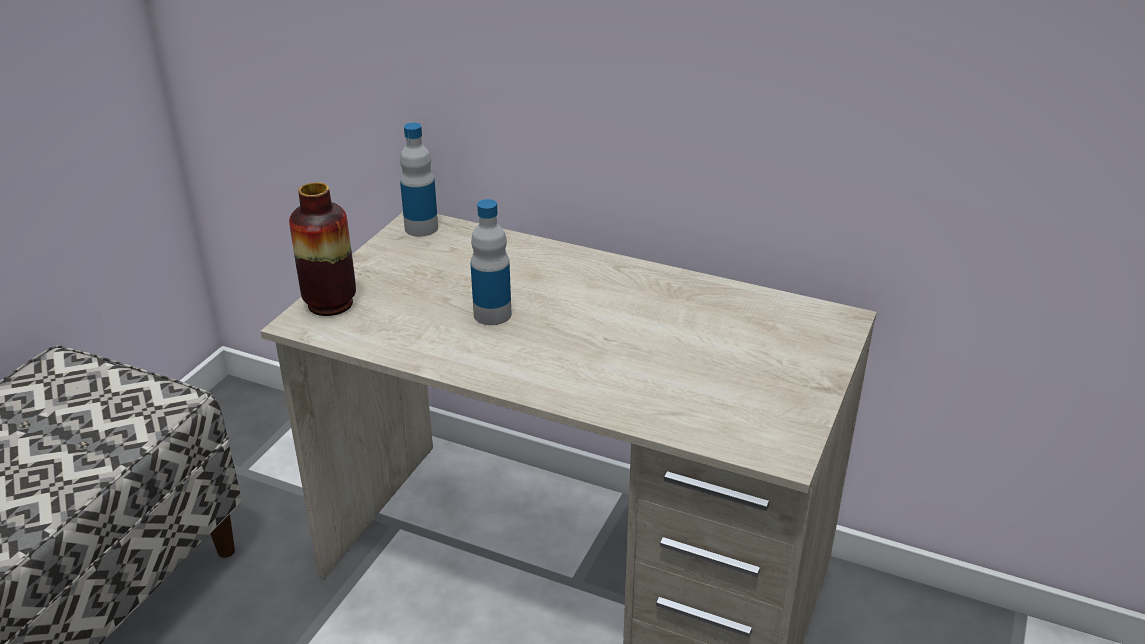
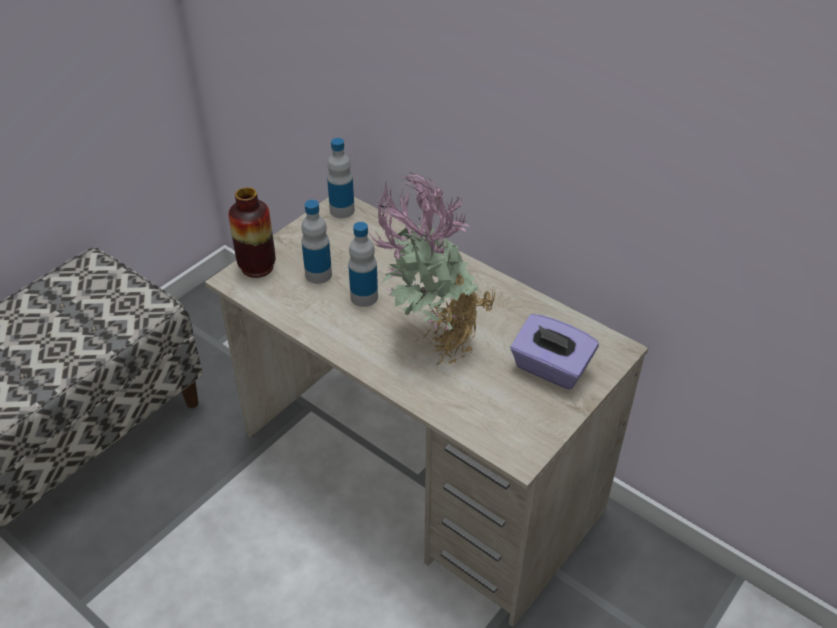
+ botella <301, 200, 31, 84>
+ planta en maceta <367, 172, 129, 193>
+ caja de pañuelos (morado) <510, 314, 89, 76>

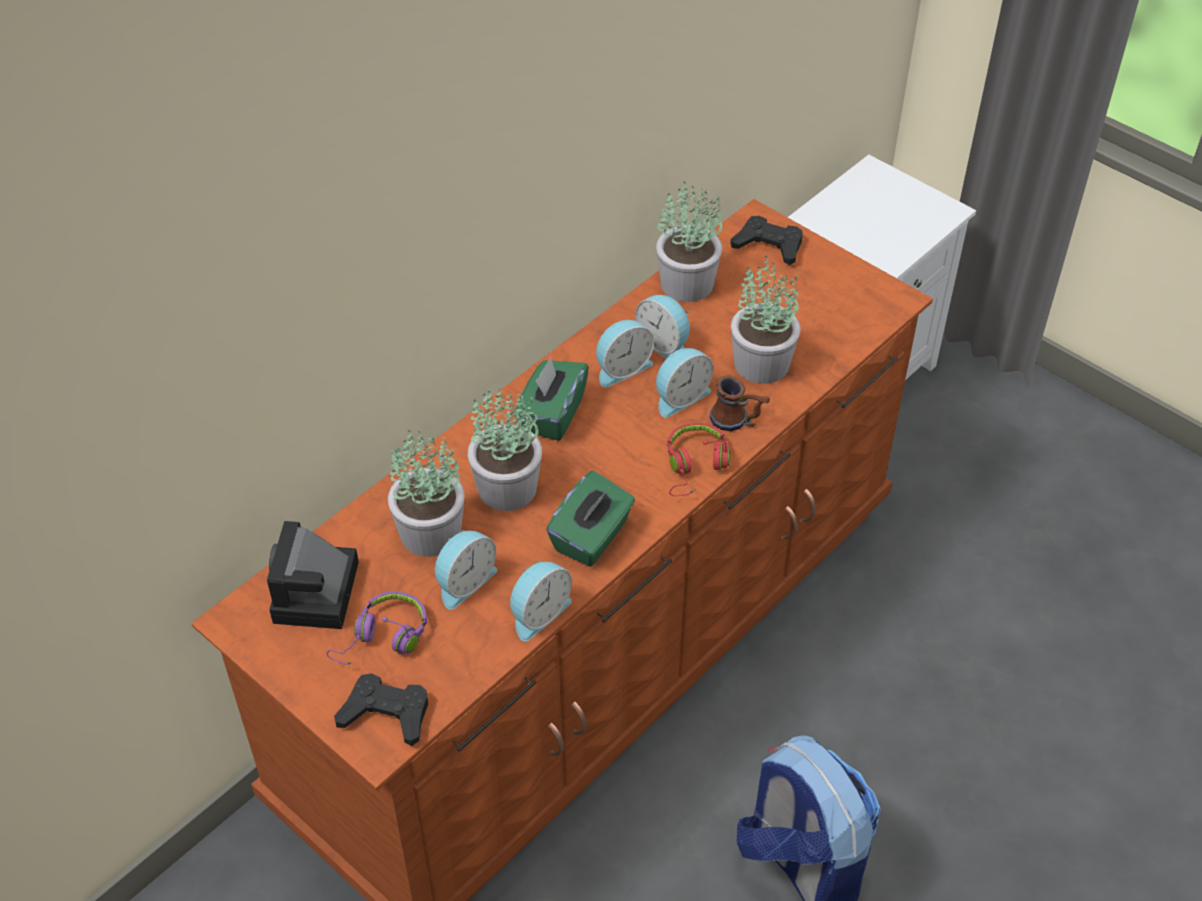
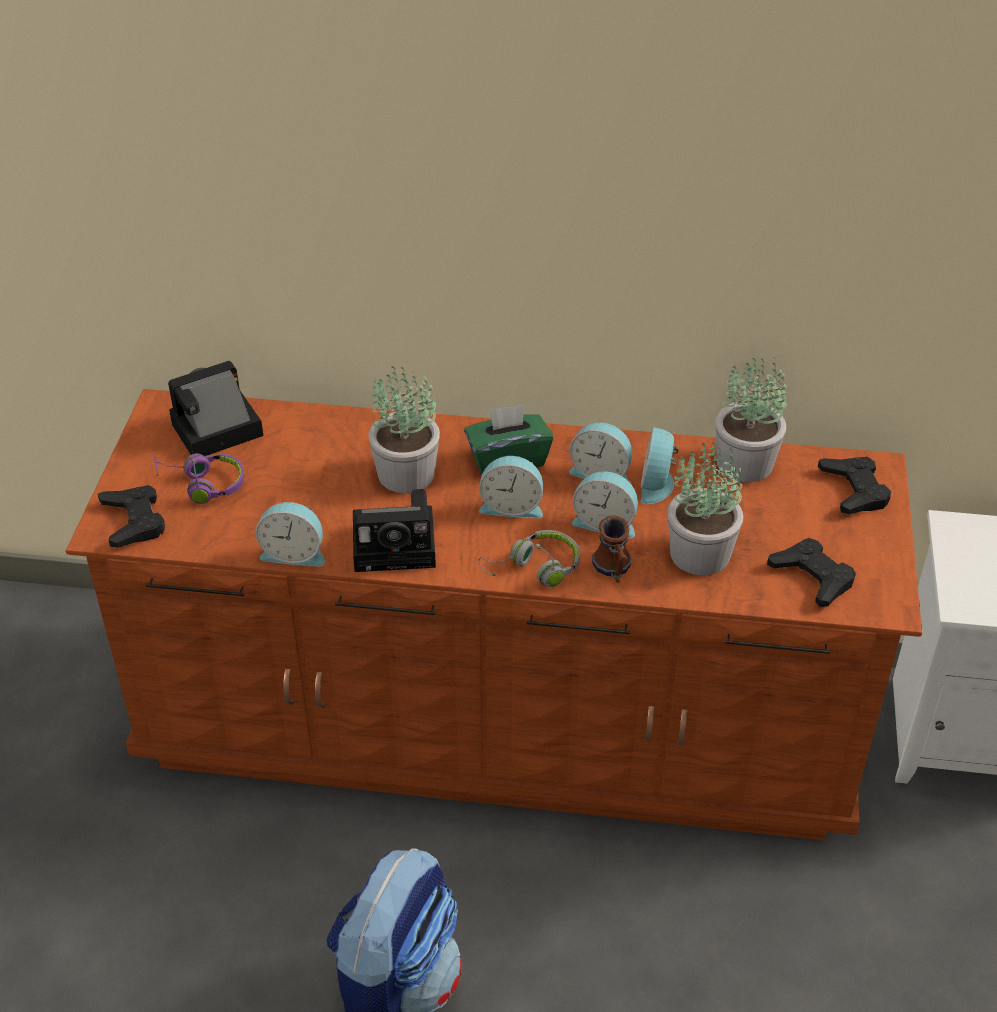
- planta en maceta <388, 430, 77, 127>
+ mando de consola (negro) <767, 538, 89, 69>
~ despertador <435, 530, 62, 80> to <479, 456, 64, 62>
~ caja de pañuelos (verde) <546, 471, 89, 95> to cámara <353, 489, 83, 83>
~ auriculares (rojo) <667, 423, 63, 73> to auriculares (gris) <478, 530, 102, 57>

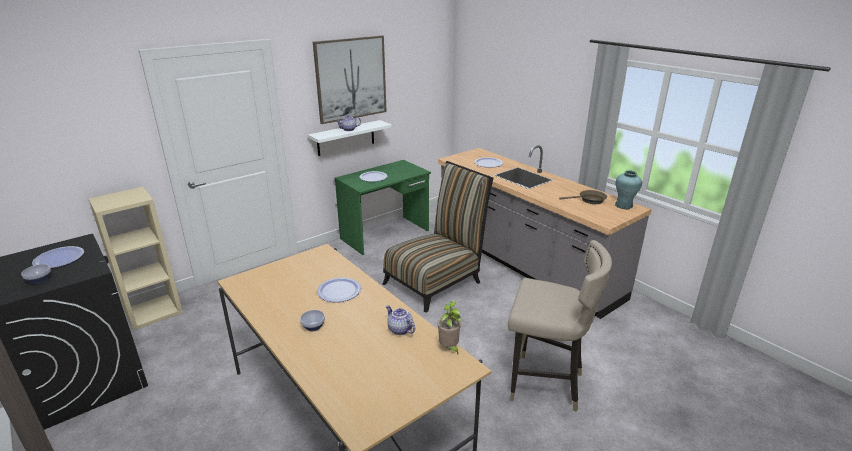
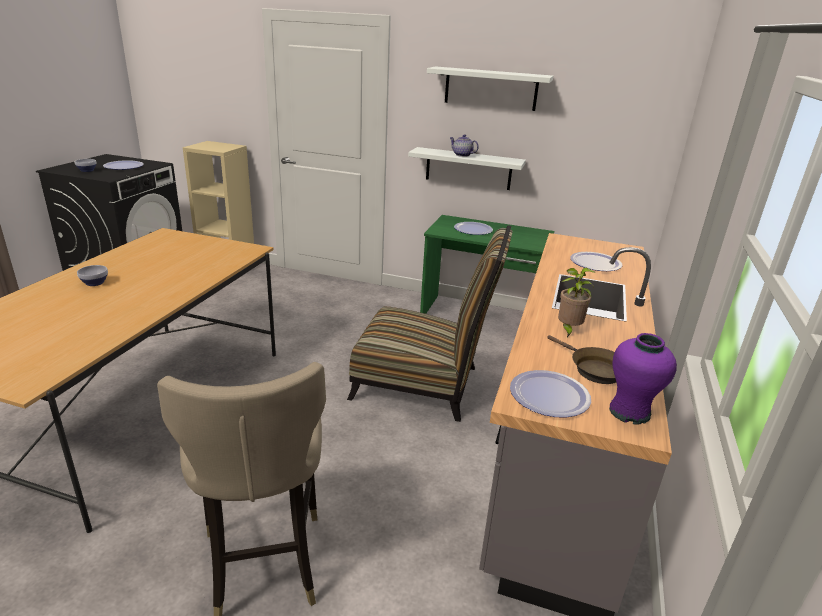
- tetera <386, 305, 29, 30>
~ plato <317, 277, 44, 25> to <510, 370, 81, 48>
~ planta en maceta <438, 301, 23, 53> to <558, 268, 38, 69>
~ cuadro <313, 35, 74, 89> to estante (blanco) <427, 67, 126, 44>
~ florero (turquesa) <615, 170, 27, 39> to florero (morado) <609, 333, 68, 92>

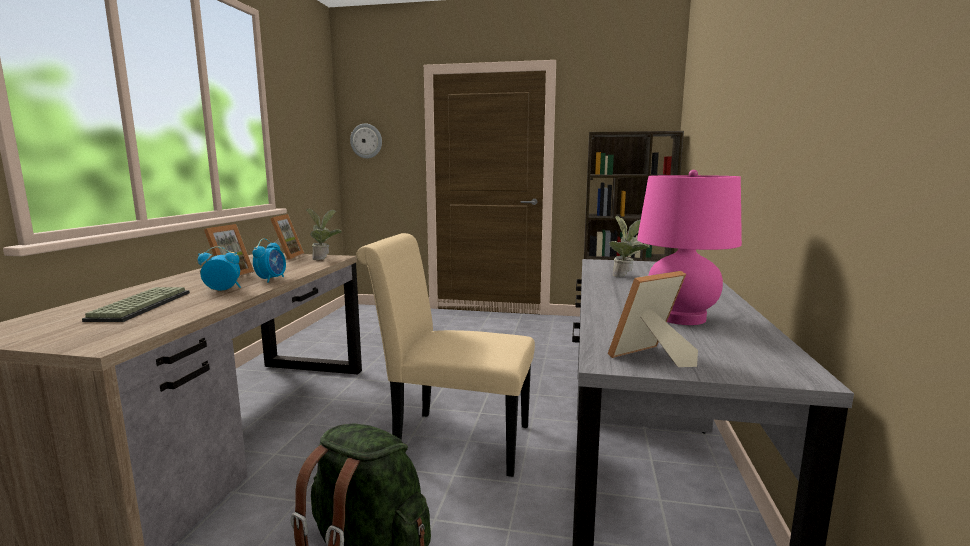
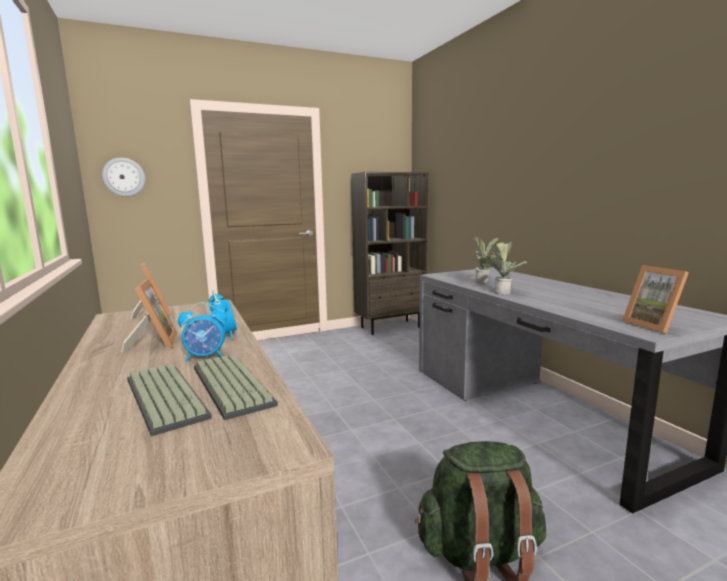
- silla (beis) <356, 233, 179, 244>
- lámpara de mesa (rosa) <637, 170, 105, 155>
+ teclado <194, 354, 84, 66>
~ planta en maceta <306, 209, 36, 51> to <485, 242, 42, 52>
~ despertador <198, 246, 43, 45> = <178, 302, 49, 60> 150 degrees counterclockwise
~ portarretratos <608, 271, 90, 96> = <622, 265, 67, 69> 45 degrees counterclockwise

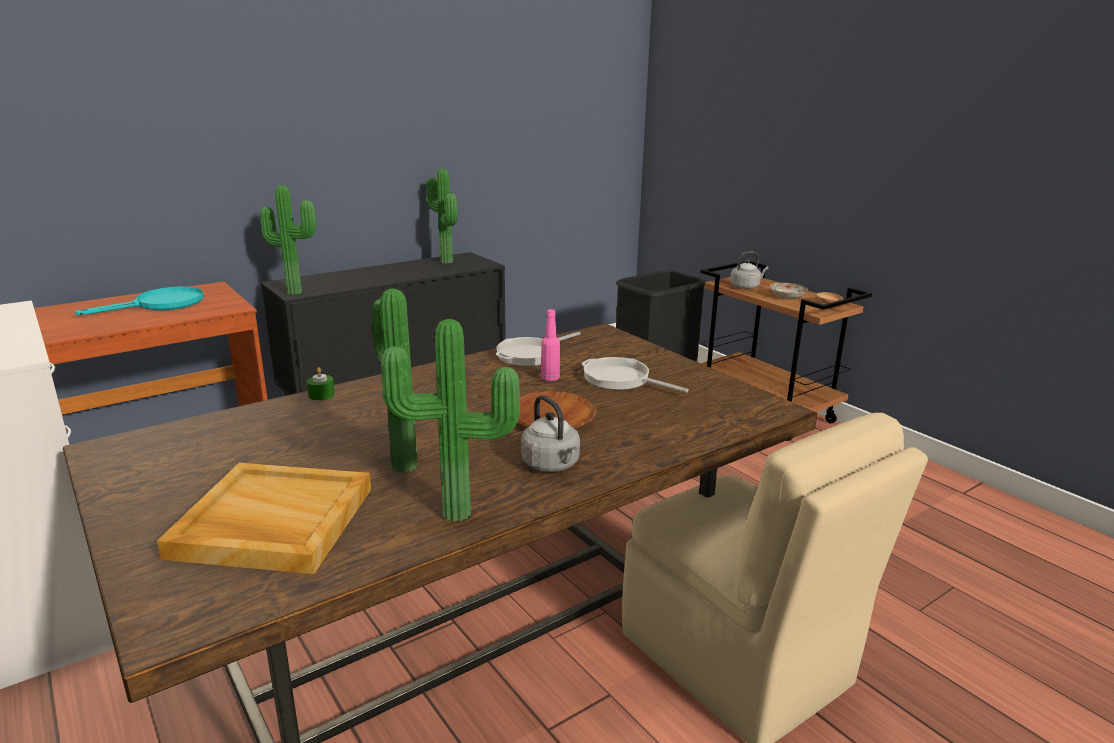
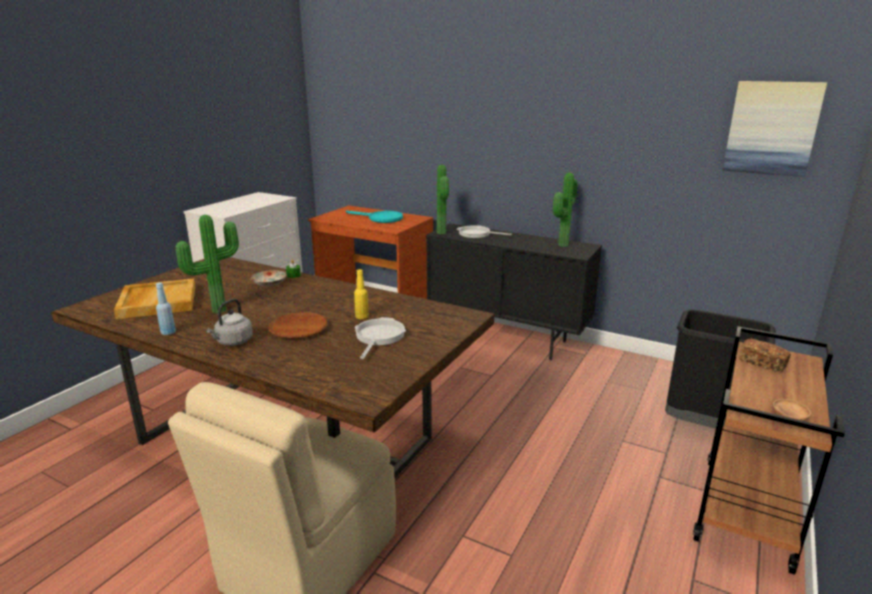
+ cuadro <722, 81, 105, 96>
~ sartén <496, 332, 85, 34> to <457, 225, 55, 13>
~ plato <770, 283, 38, 16> to <251, 270, 36, 17>
~ planta en maceta <381, 319, 139, 203> to botella (azul) <156, 282, 20, 53>
~ hervidor (gris) <730, 252, 39, 37> to pan <739, 339, 52, 33>
~ botella (rosa) <541, 309, 19, 72> to botella (amarillo) <354, 269, 15, 51>

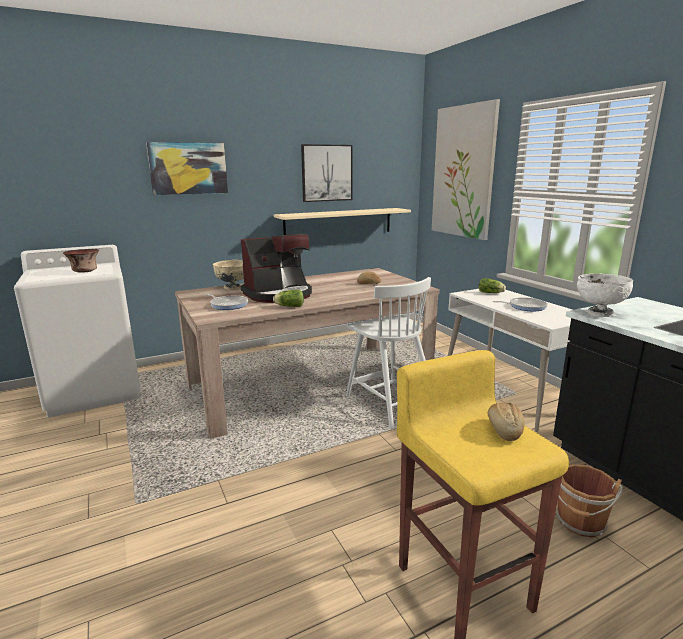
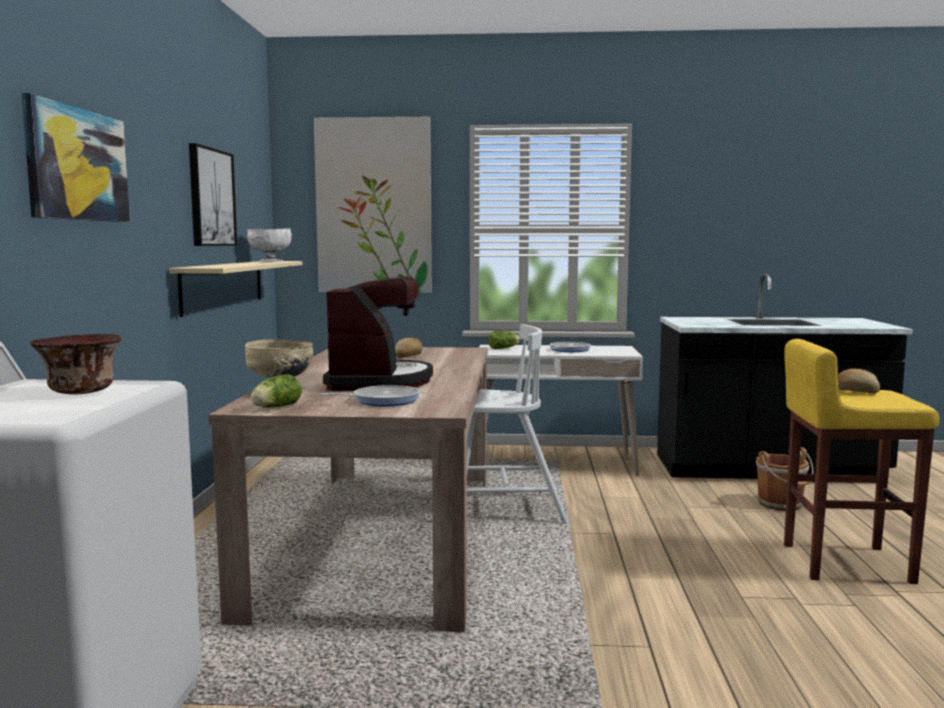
~ lechuga <273, 290, 31, 17> to <250, 374, 52, 34>
~ cuenco (blanco) <577, 274, 56, 43> to <247, 228, 45, 34>

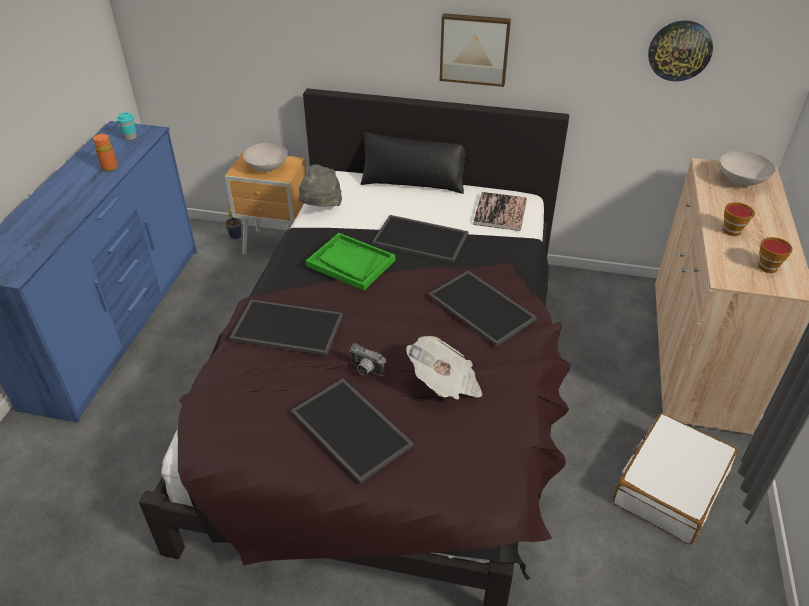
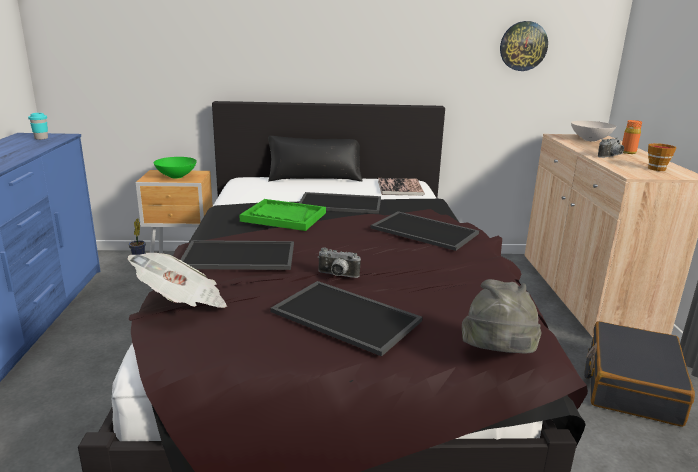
- cuadro <440, 13, 71, 74>
~ botella (naranja) <93, 134, 25, 38> to <622, 120, 20, 34>
~ sombrero (gris) <299, 164, 43, 43> to <462, 279, 79, 75>
~ periódico <406, 336, 77, 64> to <128, 253, 99, 55>
~ taza <723, 202, 32, 34> to cámara <598, 138, 26, 20>
~ cuenco (blanco) <243, 143, 45, 29> to cuenco (verde) <153, 157, 44, 22>
~ maleta (blanco) <613, 413, 124, 132> to maleta (negro) <584, 321, 111, 106>

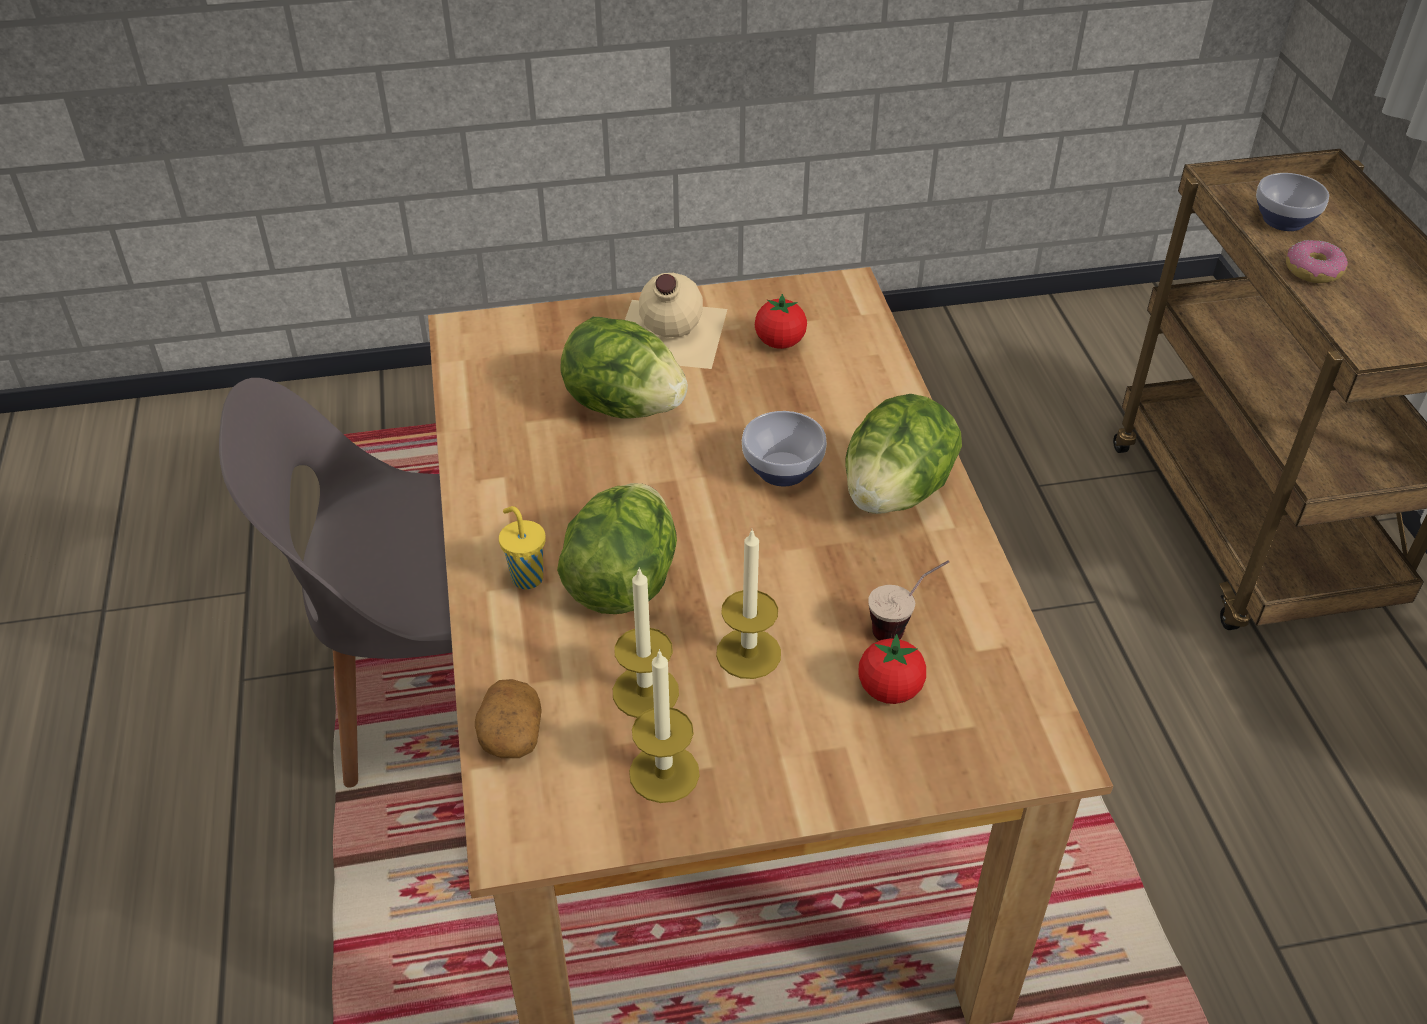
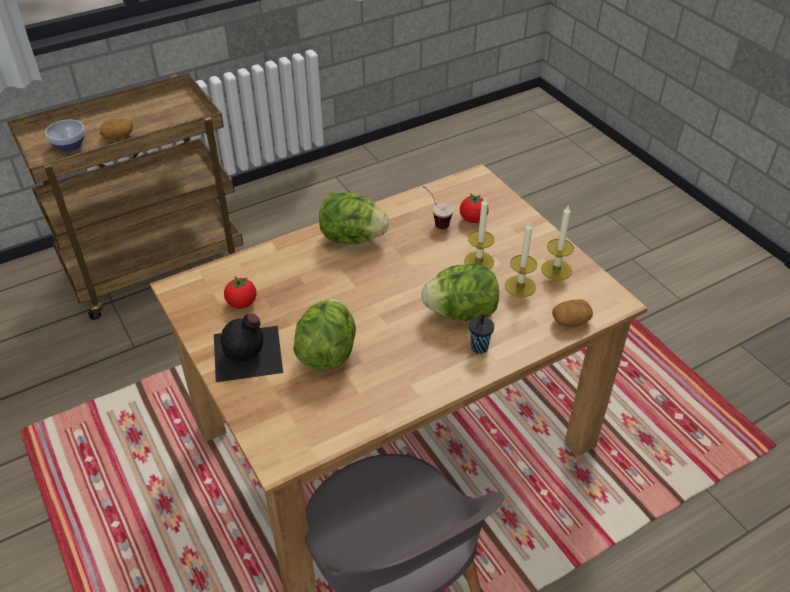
- cuenco <742, 411, 85, 75>
~ rosquilla <1286, 240, 62, 43> to patata <100, 118, 33, 22>
~ taza (amarillo) <499, 506, 47, 83> to taza (negro) <469, 313, 25, 41>
~ botella (beis) <625, 273, 102, 96> to botella (negro) <214, 314, 69, 68>

